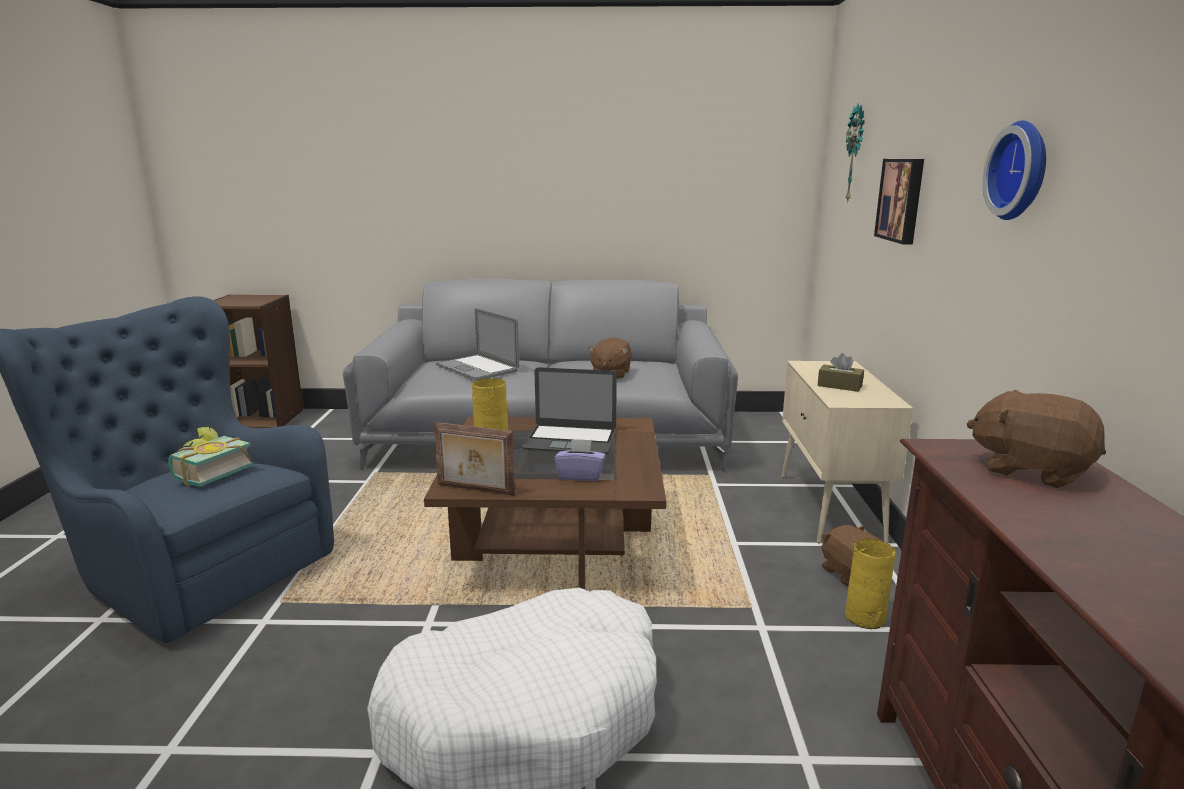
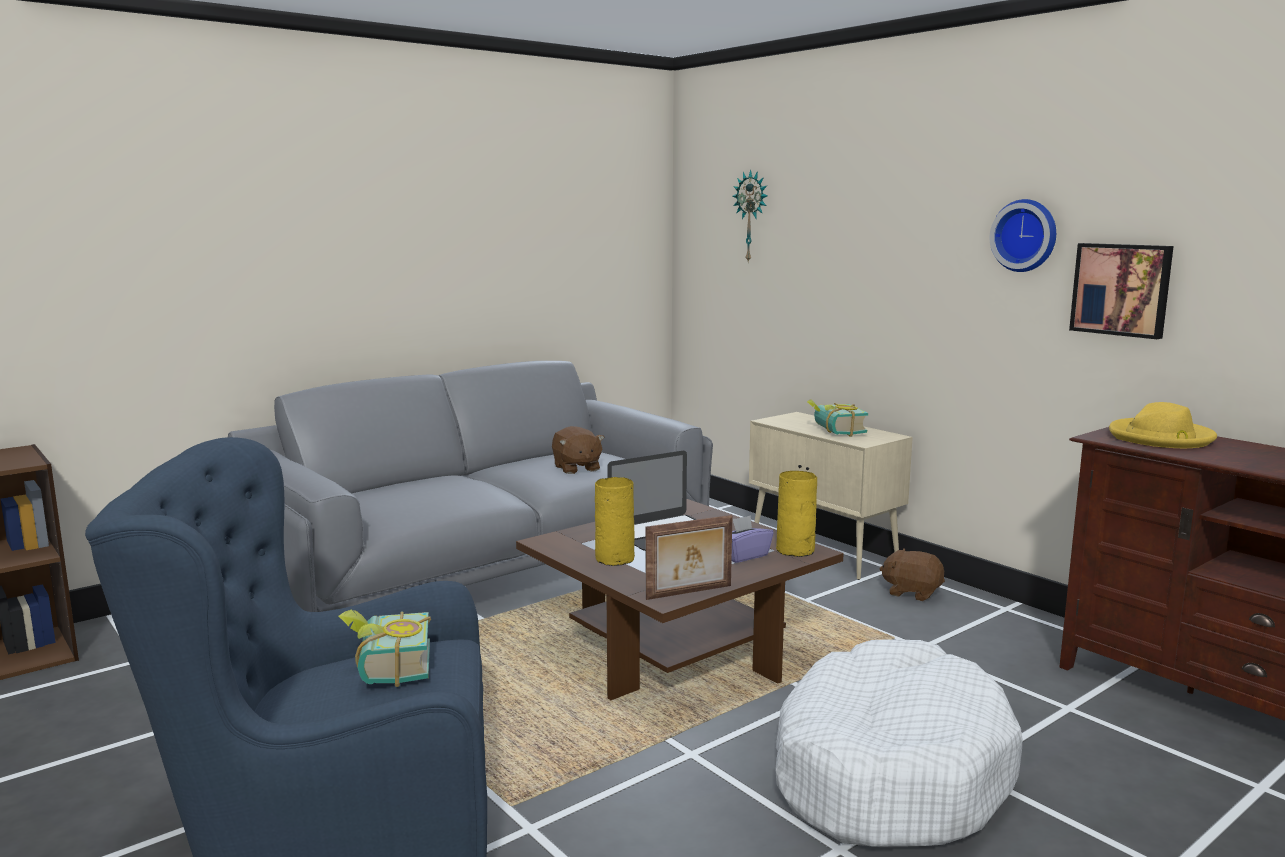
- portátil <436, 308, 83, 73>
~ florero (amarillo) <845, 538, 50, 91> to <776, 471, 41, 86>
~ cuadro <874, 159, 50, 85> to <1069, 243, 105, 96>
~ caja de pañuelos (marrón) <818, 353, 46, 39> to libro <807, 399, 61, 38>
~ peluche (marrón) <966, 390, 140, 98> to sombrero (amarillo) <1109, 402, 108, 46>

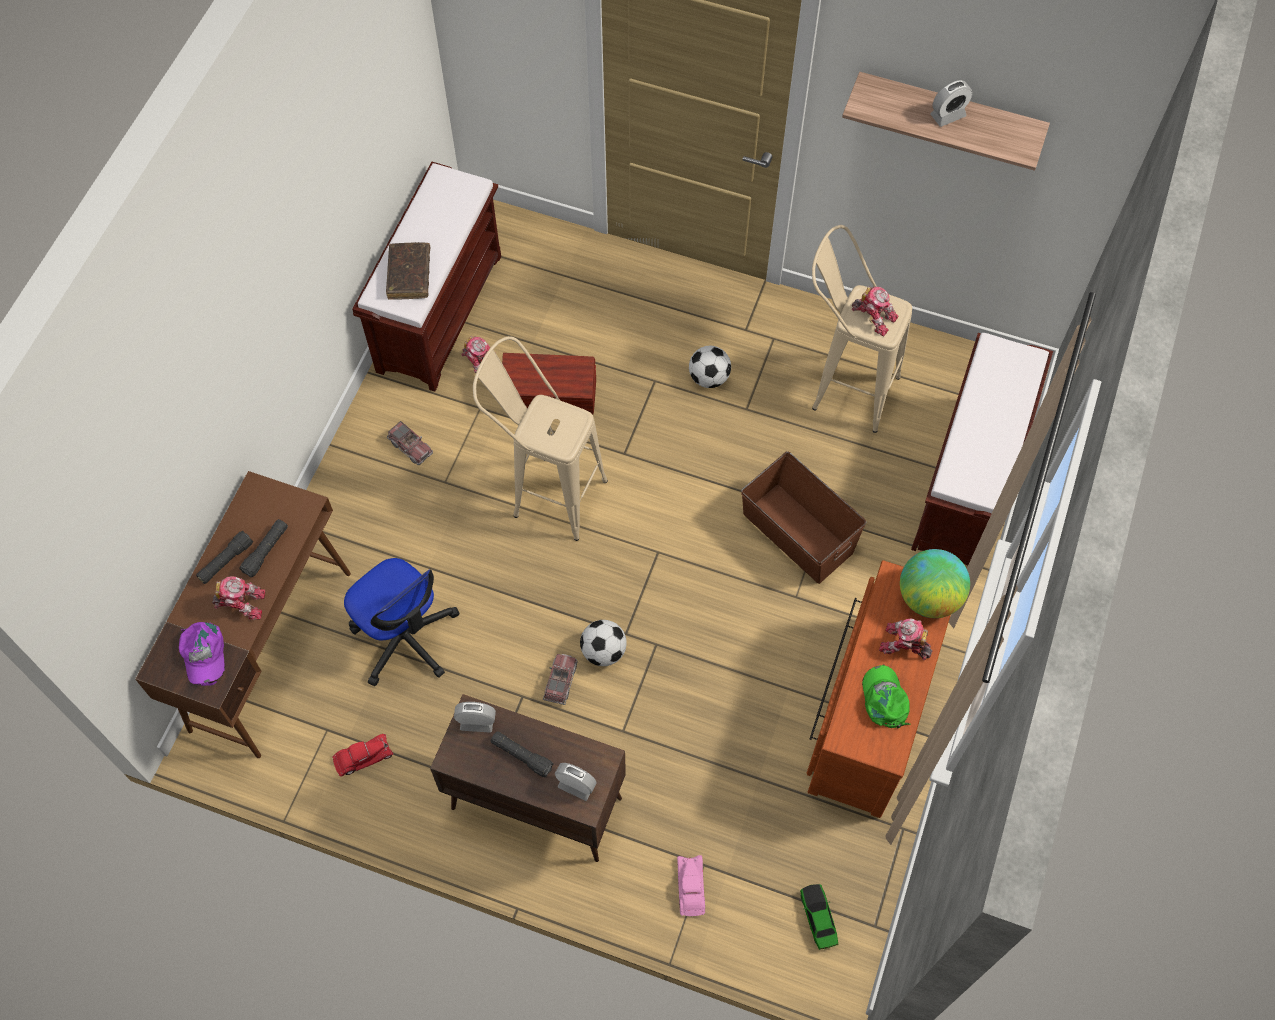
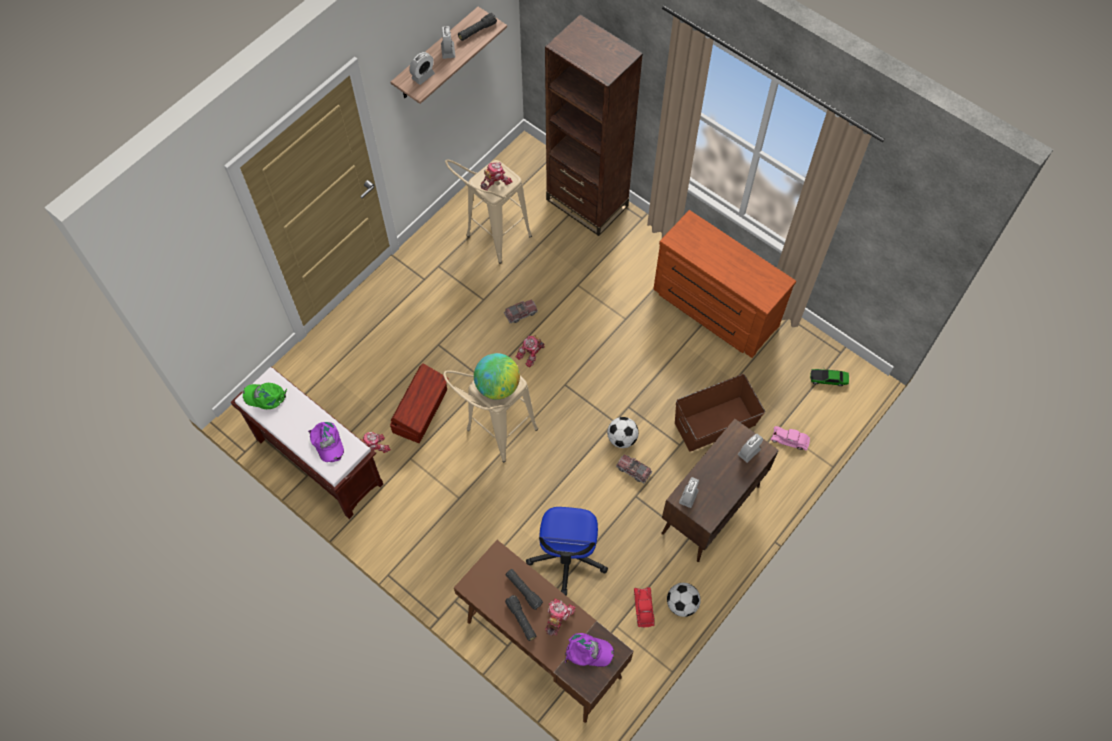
+ despertador <410, 52, 25, 33>
~ camión de juguete <387, 421, 46, 44> to <504, 299, 34, 25>
~ linterna (negro) <491, 731, 63, 47> to <458, 13, 39, 28>
~ balón de fútbol <689, 346, 42, 42> to <667, 583, 34, 34>
~ caja de almacenaje (marrón) <741, 451, 126, 133> to <675, 374, 90, 78>
~ gorra (verde) <862, 665, 49, 63> to <243, 383, 44, 26>
~ robot de juguete <879, 619, 54, 41> to <516, 335, 29, 33>
~ globo terráqueo <900, 549, 70, 69> to <474, 353, 46, 47>
~ libro (marrón) <386, 242, 44, 58> to gorra (morado) <308, 422, 36, 40>
~ banco (marrón) <911, 333, 142, 232> to estantería (marrón) <545, 14, 98, 222>
~ silla de oficina <344, 558, 115, 128> = <526, 507, 82, 89> 120 degrees clockwise

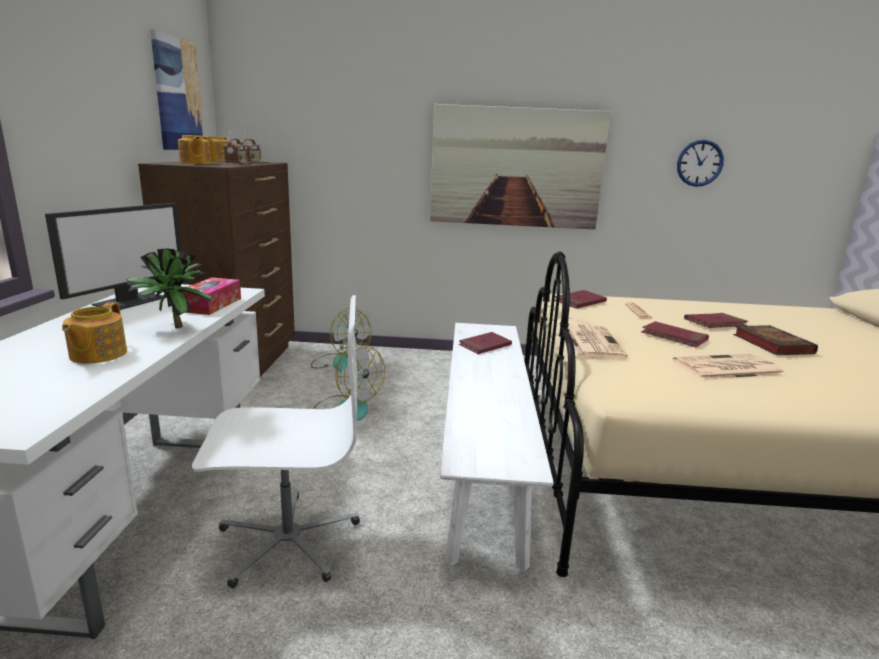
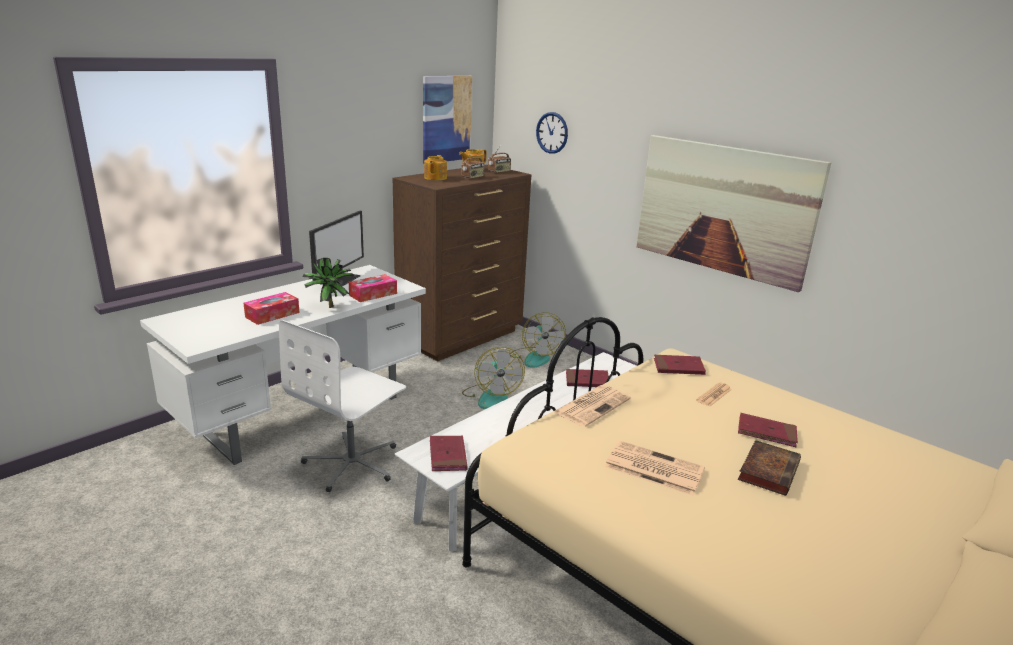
~ libro (rojo) <641, 321, 68, 26> to <430, 435, 38, 36>
~ reloj de pared <677, 140, 47, 47> to <536, 112, 32, 42>
~ tetera <62, 302, 65, 62> to caja de pañuelos <243, 292, 57, 33>
~ monitor <45, 203, 137, 107> = <309, 211, 55, 75> 45 degrees counterclockwise
~ silla de oficina (blanco) <192, 295, 168, 293> = <279, 320, 127, 172> 90 degrees clockwise

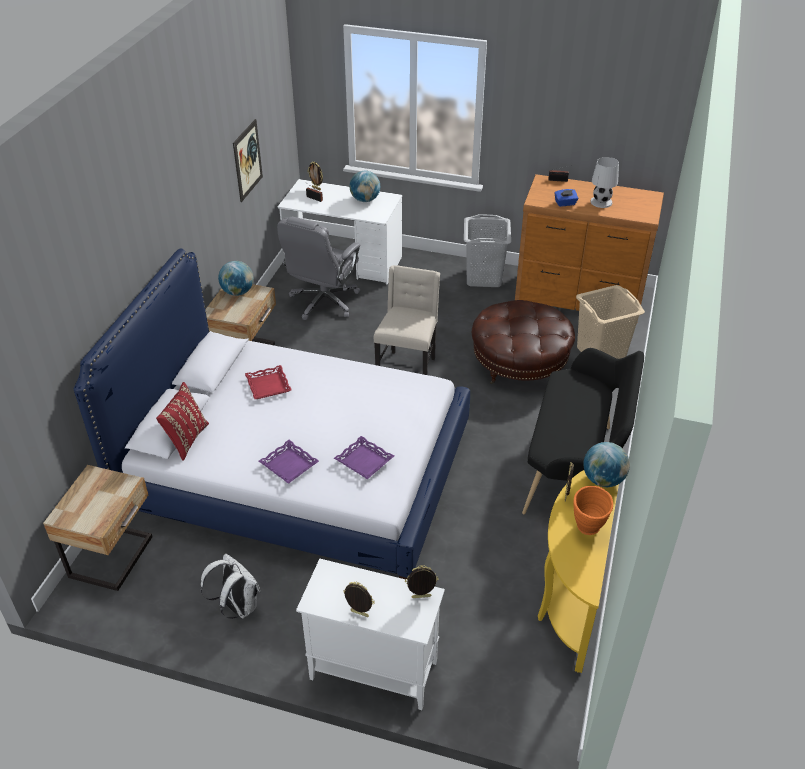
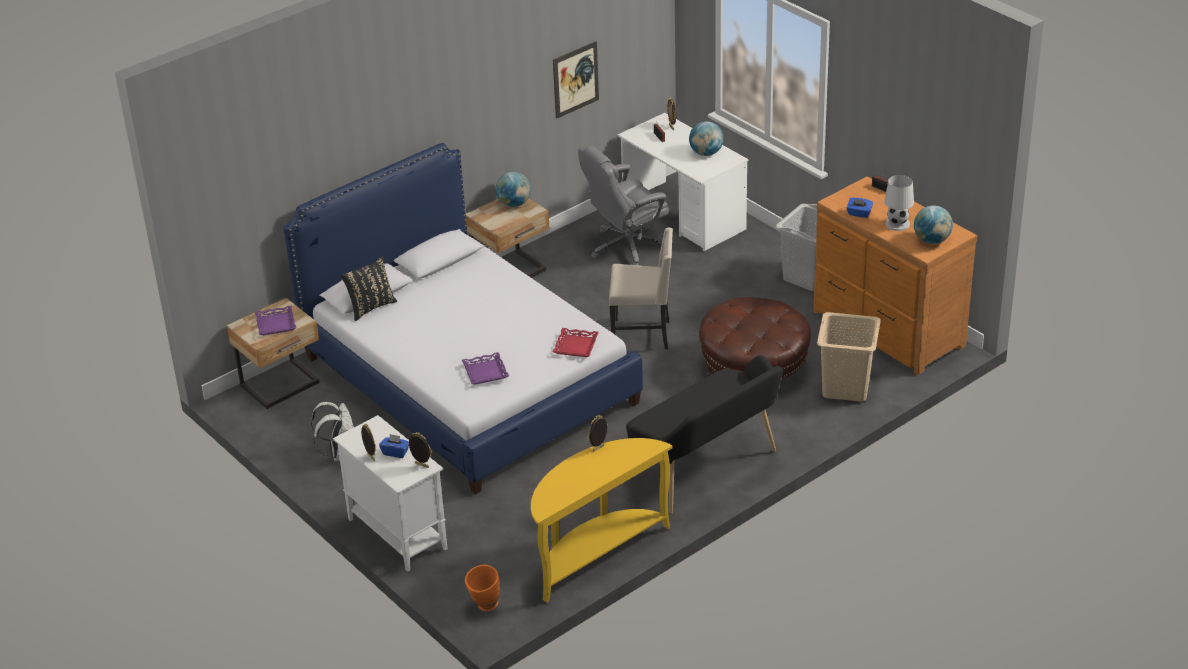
+ caja de pañuelos (azul) <379, 434, 30, 24>
~ bandeja (rojo) <245, 365, 47, 34> to <553, 328, 46, 29>
~ bandeja (morado) <259, 440, 60, 44> to <255, 305, 41, 30>
~ florero (naranja) <573, 486, 40, 49> to <465, 565, 35, 46>
~ globo terráqueo <583, 442, 47, 45> to <914, 205, 39, 39>
~ cojín (rojo) <156, 382, 53, 79> to cojín (negro) <341, 255, 56, 66>
~ silla (beis) <374, 265, 66, 110> = <609, 228, 64, 122> 45 degrees clockwise

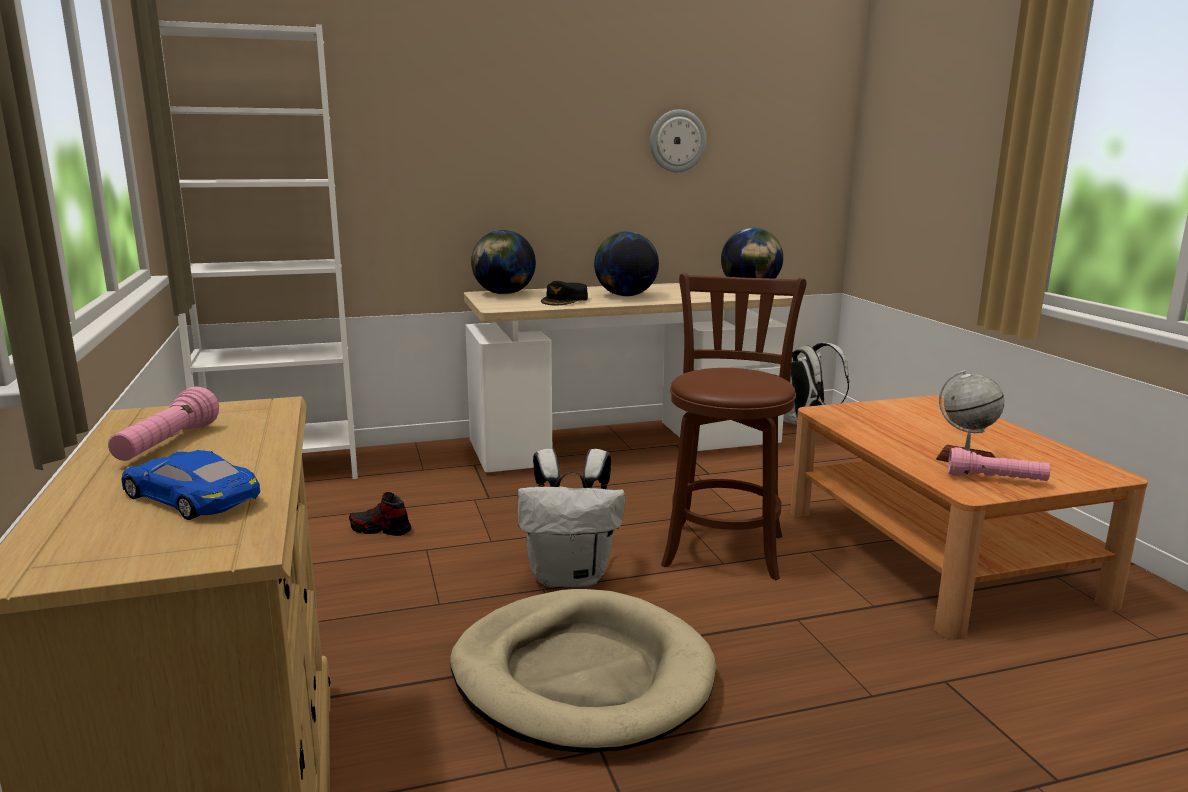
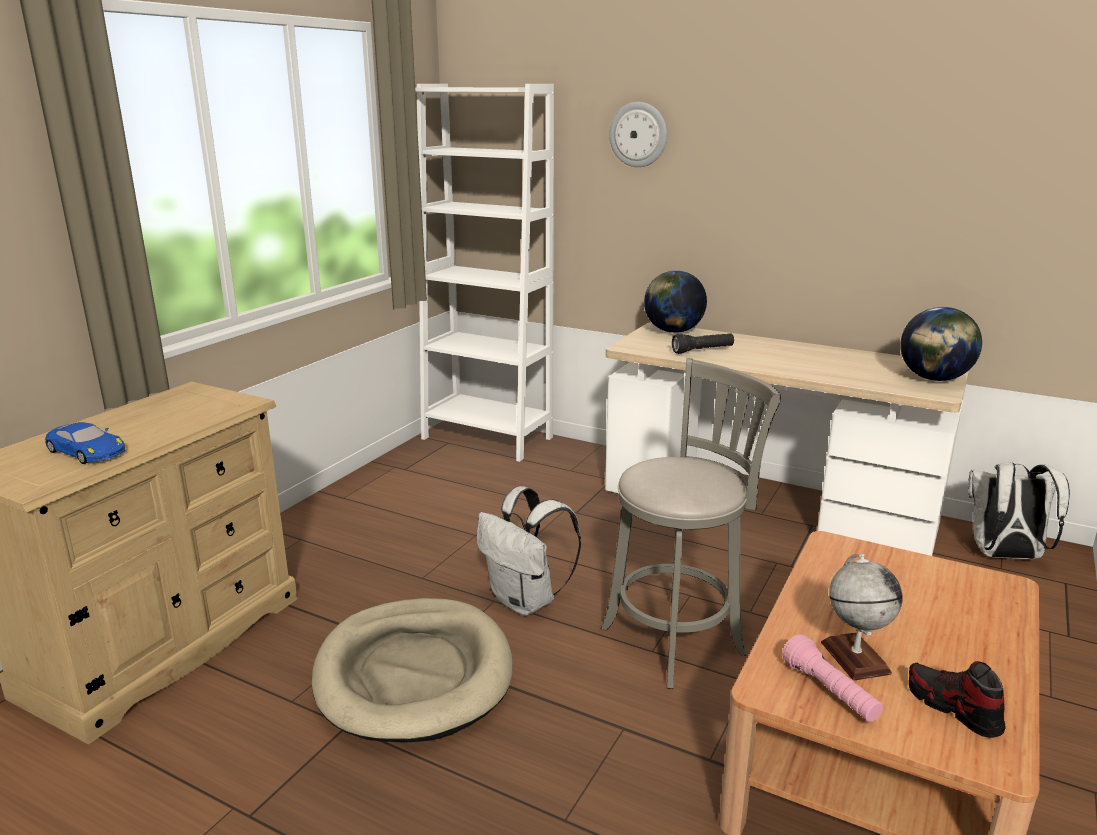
- linterna (rosa) <108, 386, 111, 75>
- globo terráqueo <594, 231, 65, 65>
~ zapato <349, 492, 62, 44> to <909, 661, 97, 77>
~ reloj de pared <650, 109, 56, 64> to <609, 102, 58, 65>
~ gorra (negro) <541, 281, 47, 24> to linterna (negro) <672, 333, 62, 21>
~ taburete (marrón) <661, 273, 146, 307> to taburete (gris) <601, 358, 180, 331>
~ coche de juguete (azul) <121, 450, 139, 70> = <45, 422, 80, 42> 135 degrees clockwise

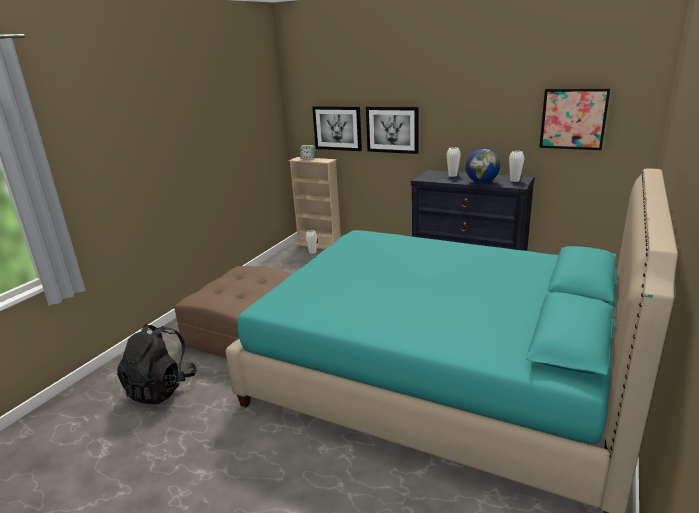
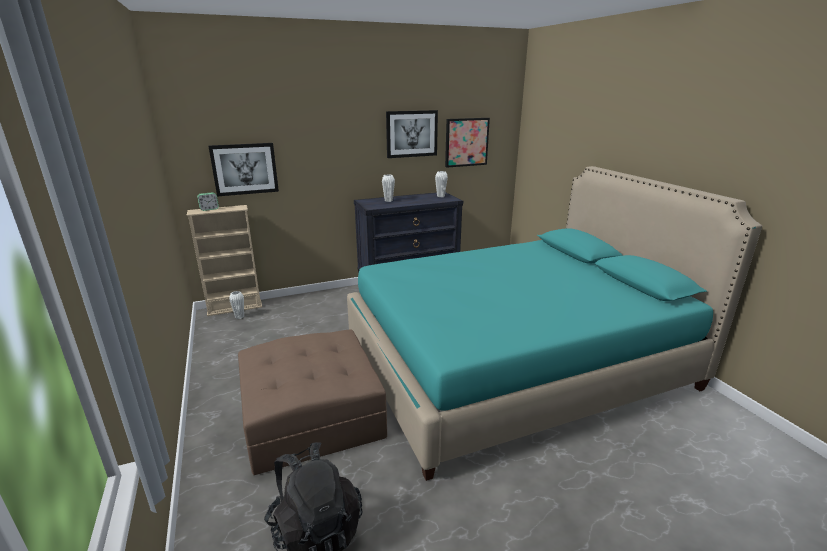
- globo terráqueo <466, 149, 34, 34>
~ cuadro <366, 107, 52, 47> to <386, 110, 52, 48>

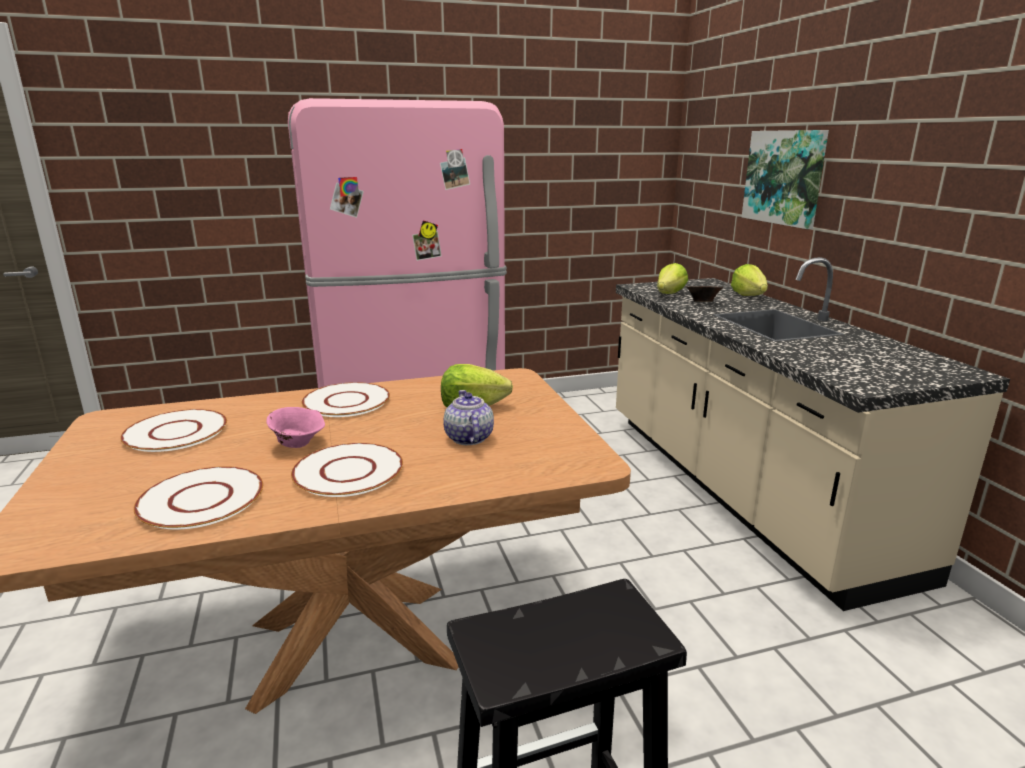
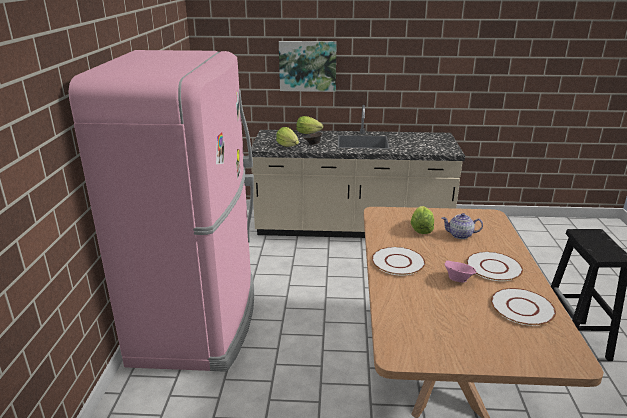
- plato (blanco) <120, 409, 107, 43>

